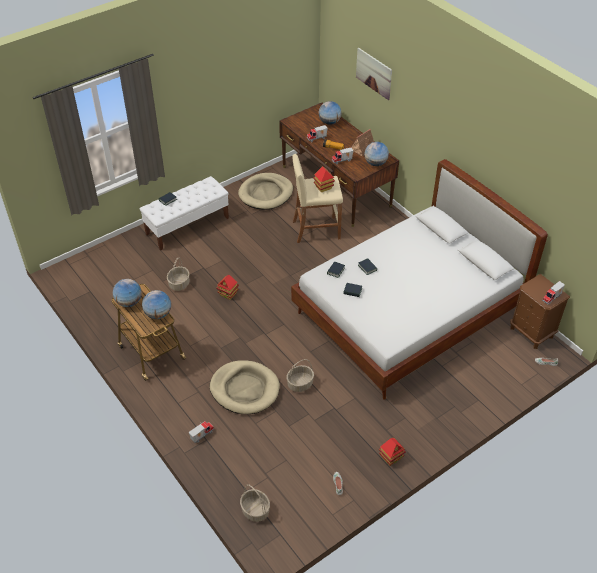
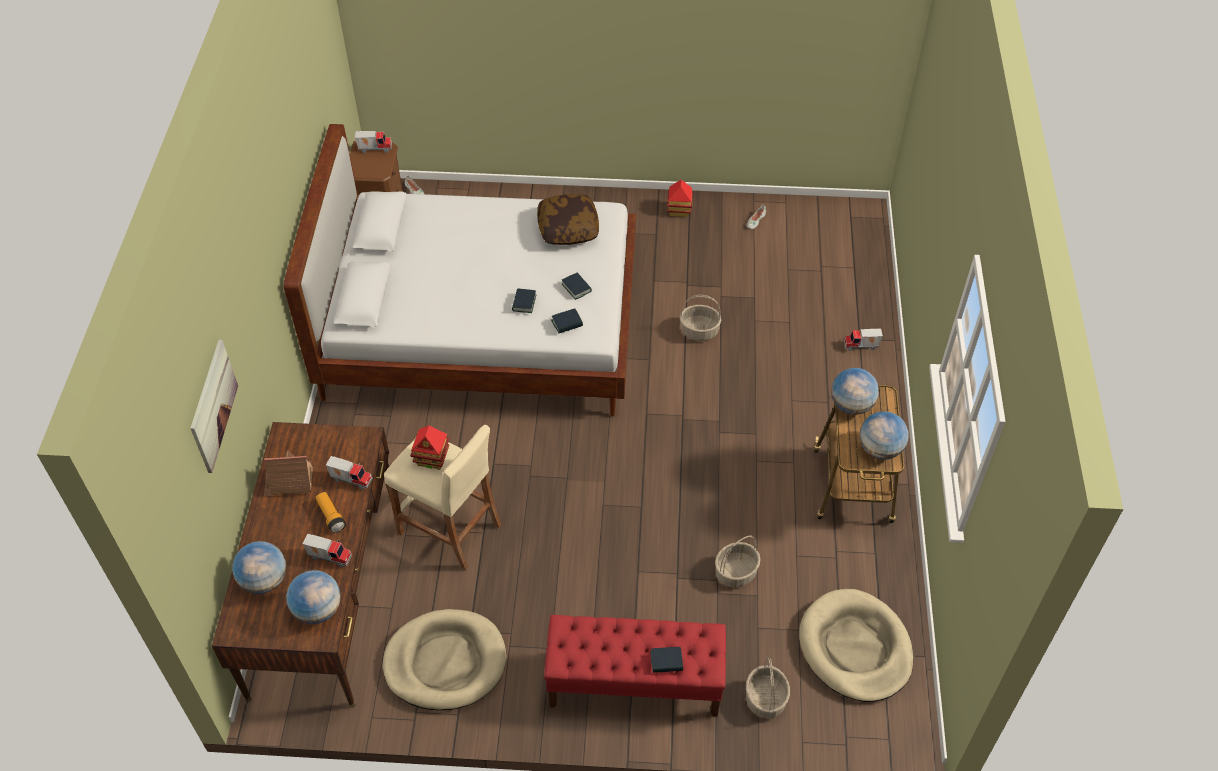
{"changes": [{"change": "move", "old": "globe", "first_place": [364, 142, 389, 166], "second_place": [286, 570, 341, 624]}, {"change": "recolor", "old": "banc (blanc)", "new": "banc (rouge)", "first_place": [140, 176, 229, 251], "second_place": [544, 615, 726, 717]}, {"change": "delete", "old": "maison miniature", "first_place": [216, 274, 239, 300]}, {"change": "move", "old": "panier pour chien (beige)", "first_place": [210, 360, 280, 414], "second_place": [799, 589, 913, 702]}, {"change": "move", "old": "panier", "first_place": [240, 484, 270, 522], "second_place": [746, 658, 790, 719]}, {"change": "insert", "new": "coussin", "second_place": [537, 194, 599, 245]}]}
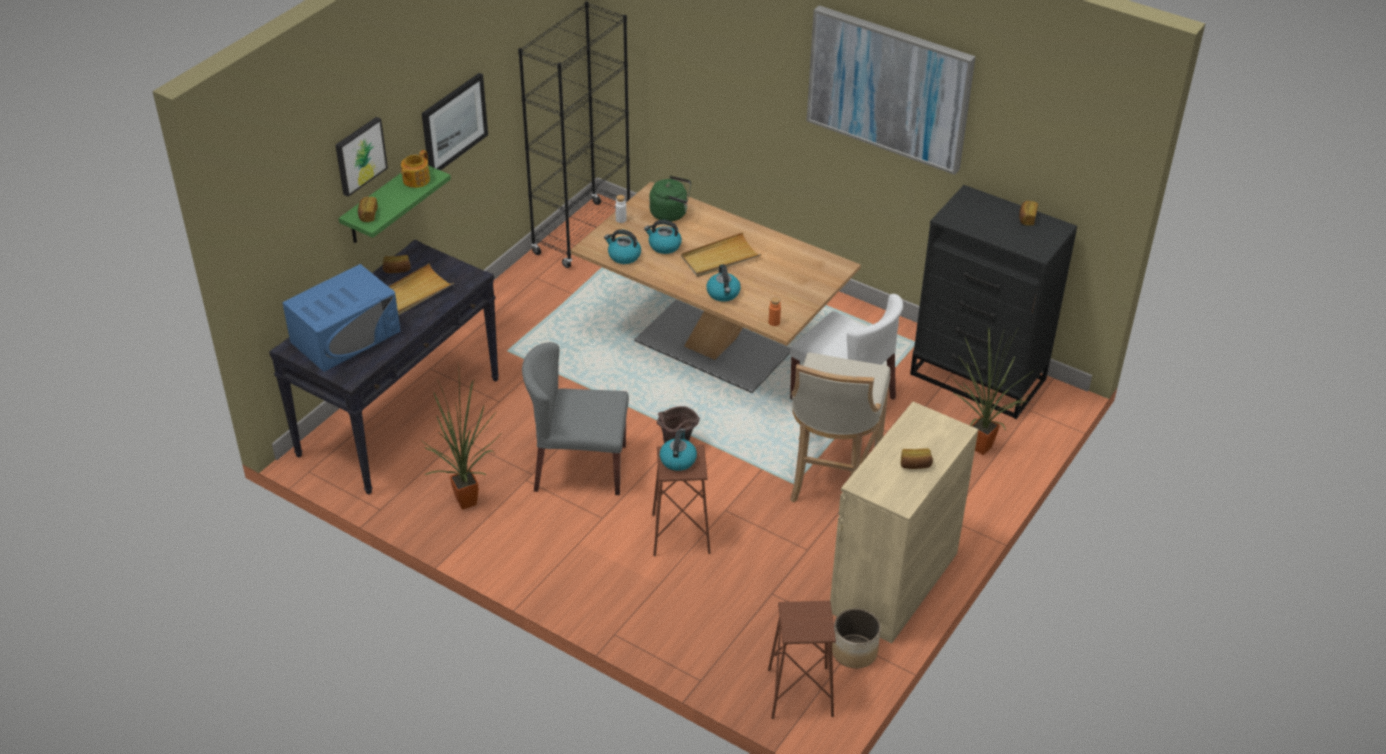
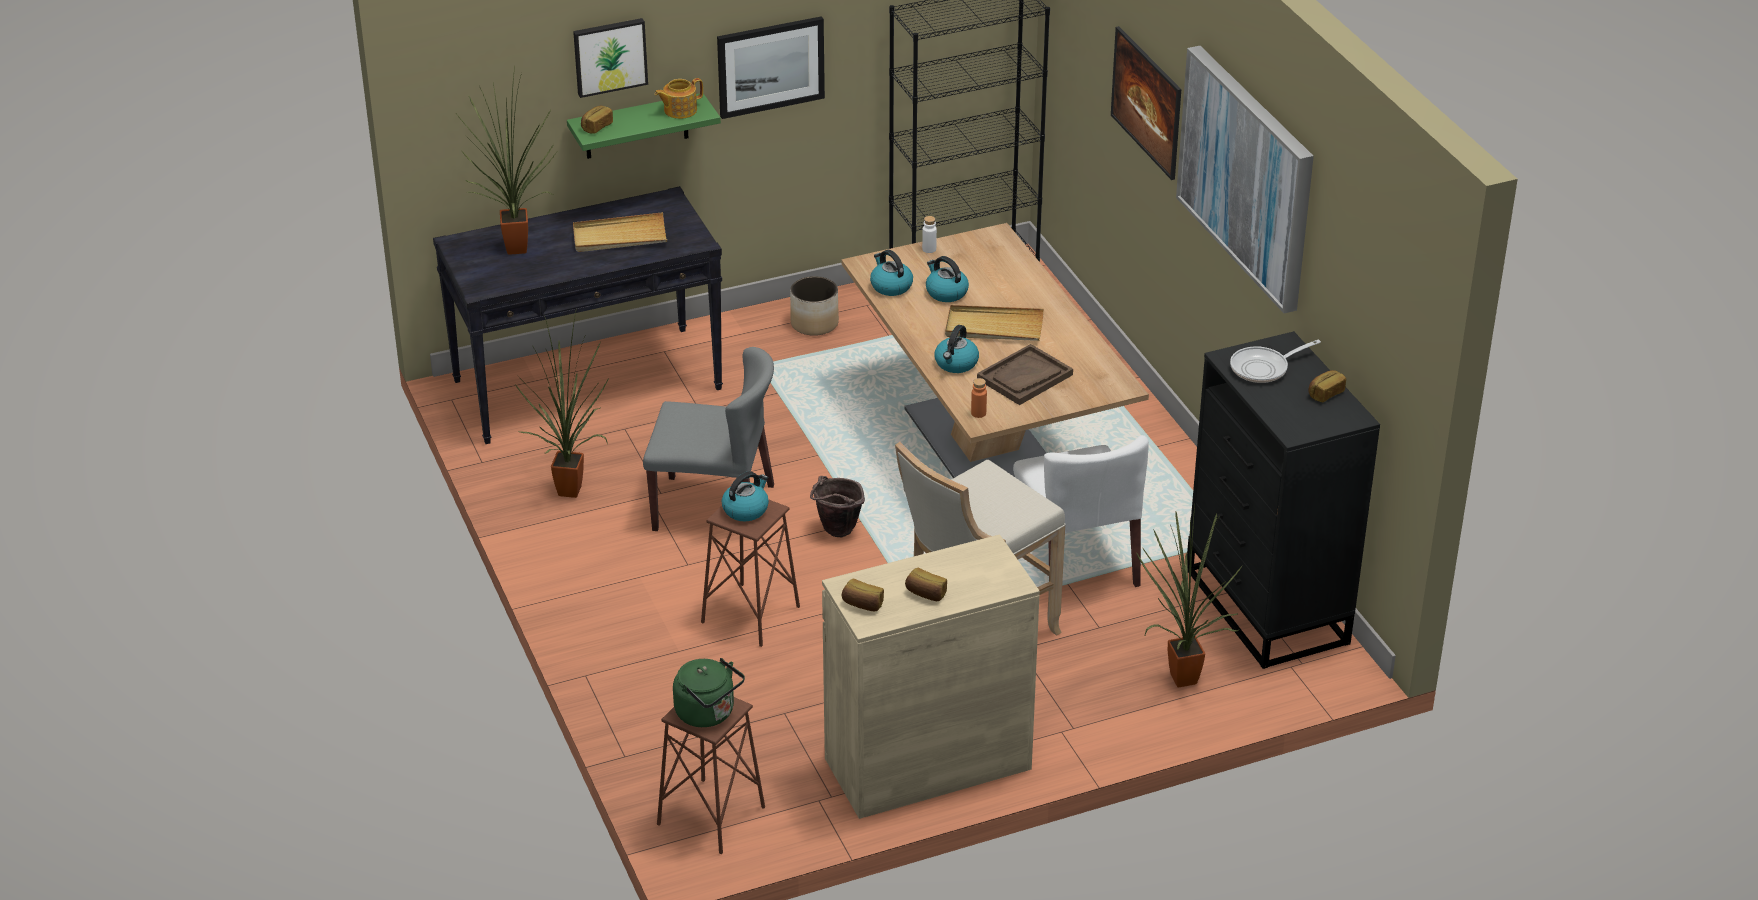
{"changes": [{"change": "move", "old": "bouilloire (vert)", "first_place": [649, 176, 691, 222], "second_place": [673, 658, 745, 727]}, {"change": "move", "old": "pain", "first_place": [383, 255, 411, 273], "second_place": [841, 579, 884, 612]}, {"change": "replace", "old": "micro-ondes (bleu)", "new": "plante en pot", "first_place": [282, 264, 401, 372], "second_place": [457, 67, 557, 255]}, {"change": "rotate", "old": "chaise (gris)", "first_place": [522, 342, 629, 495], "second_place": [643, 347, 774, 541], "degrees": 150}, {"change": "move", "old": "cache-pot", "first_place": [832, 608, 881, 669], "second_place": [790, 276, 839, 336]}, {"change": "insert", "new": "tableau", "second_place": [1111, 26, 1181, 180]}, {"change": "insert", "new": "poêle", "second_place": [1230, 340, 1321, 383]}, {"change": "insert", "new": "plateau (marron)", "second_place": [977, 344, 1073, 405]}]}
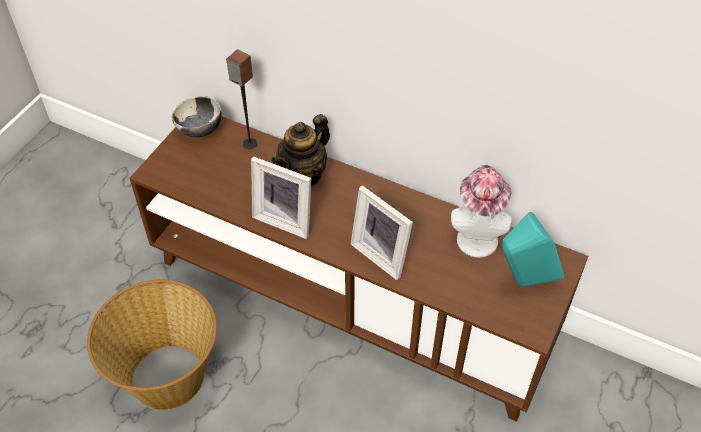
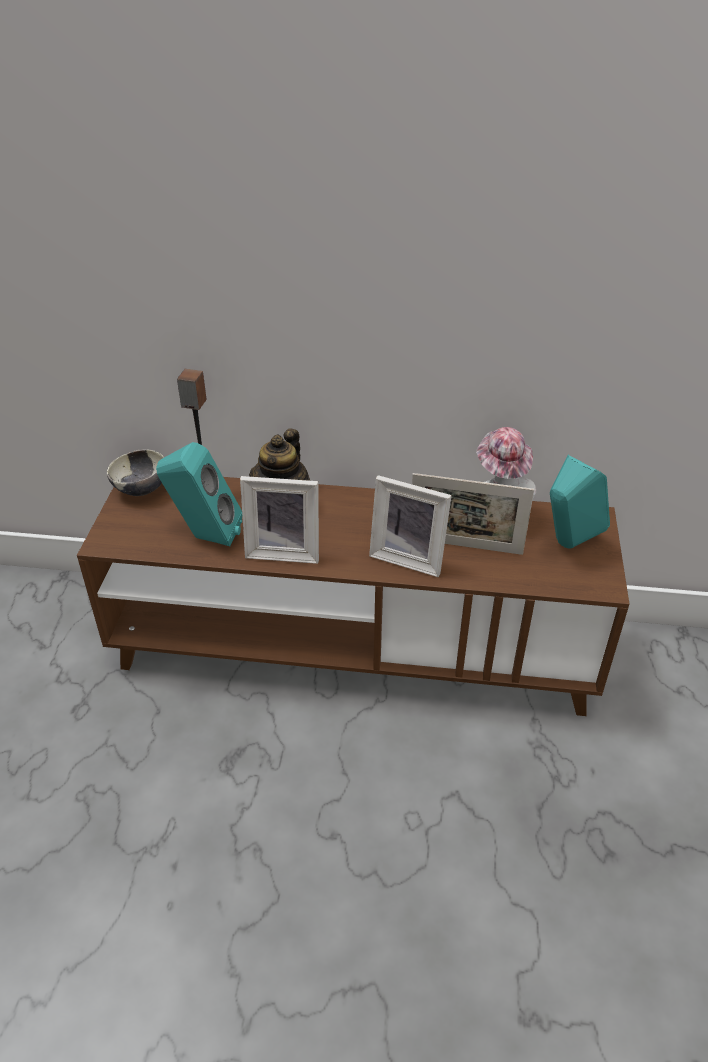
{"changes": [{"change": "delete", "old": "panier", "first_place": [87, 280, 217, 410]}, {"change": "insert", "new": "enceinte (turquoise)", "second_place": [156, 442, 242, 546]}, {"change": "insert", "new": "cadre photo", "second_place": [412, 473, 534, 555]}]}
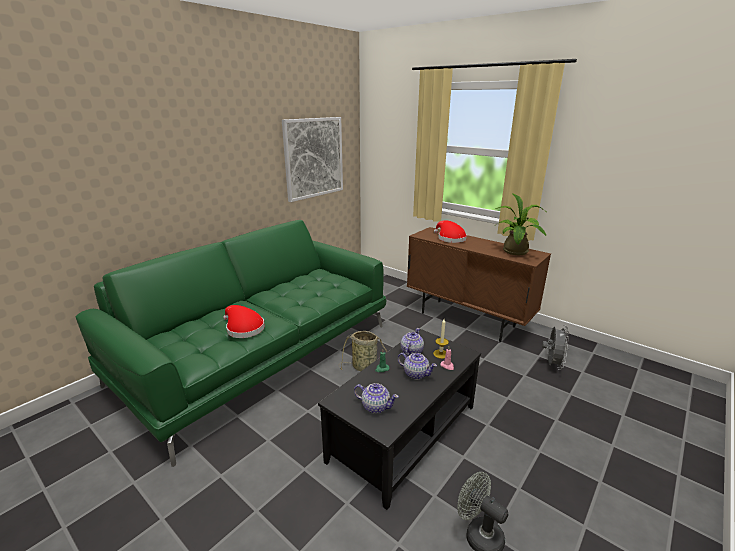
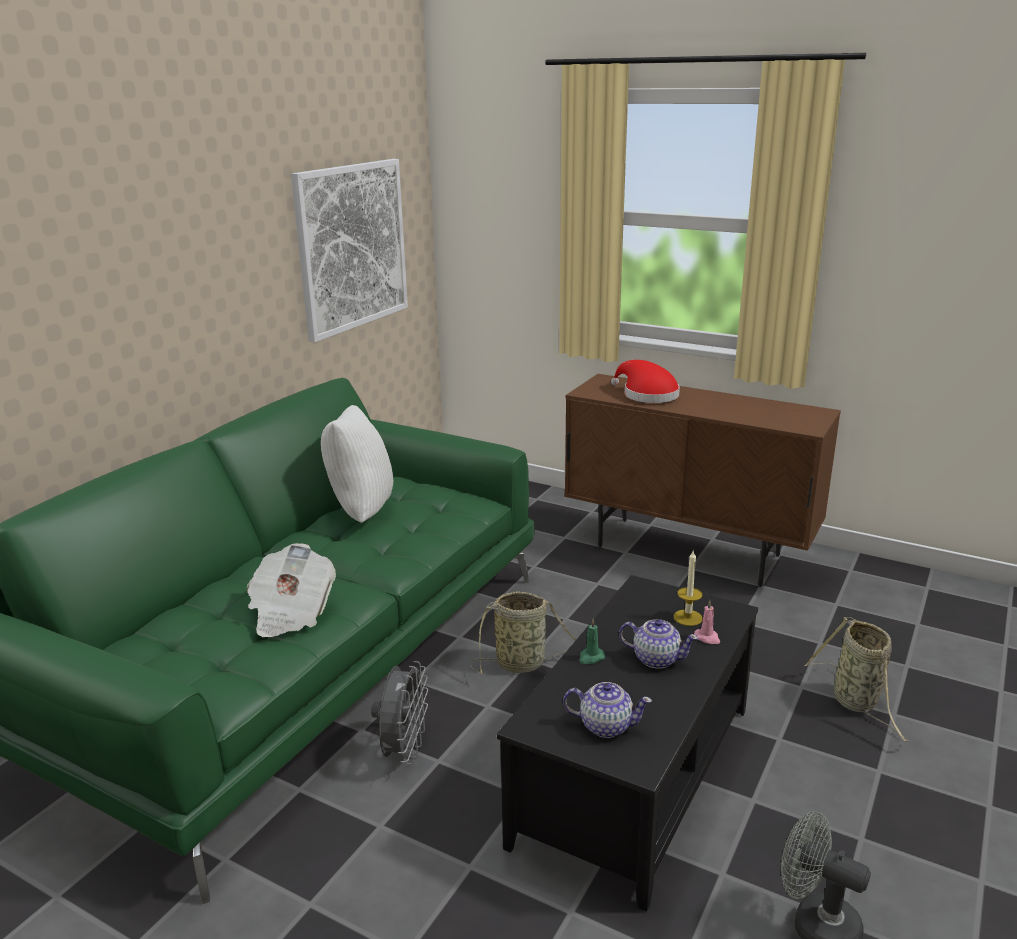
{"changes": [{"change": "delete", "old": "plante en pot", "first_place": [495, 193, 546, 255]}, {"change": "replace", "old": "chapeau (rouge)", "new": "journal", "first_place": [223, 305, 265, 338], "second_place": [247, 543, 336, 637]}, {"change": "move", "old": "ventilateur (gris)", "first_place": [542, 325, 569, 370], "second_place": [371, 661, 428, 764]}, {"change": "delete", "old": "théière", "first_place": [400, 328, 424, 356]}, {"change": "insert", "new": "coussin (blanc)", "second_place": [321, 405, 393, 523]}, {"change": "insert", "new": "panier", "second_place": [805, 617, 909, 742]}]}
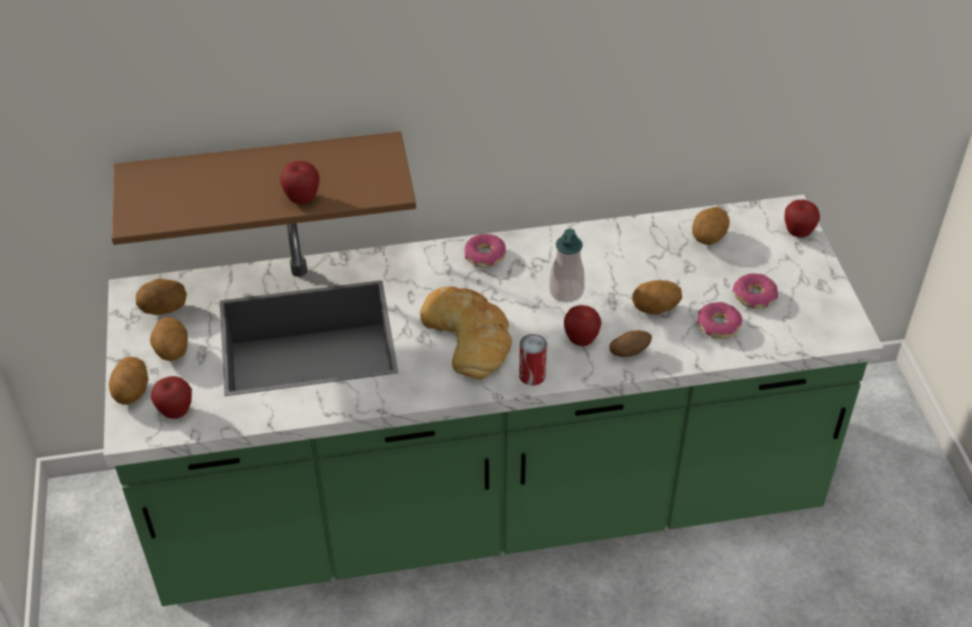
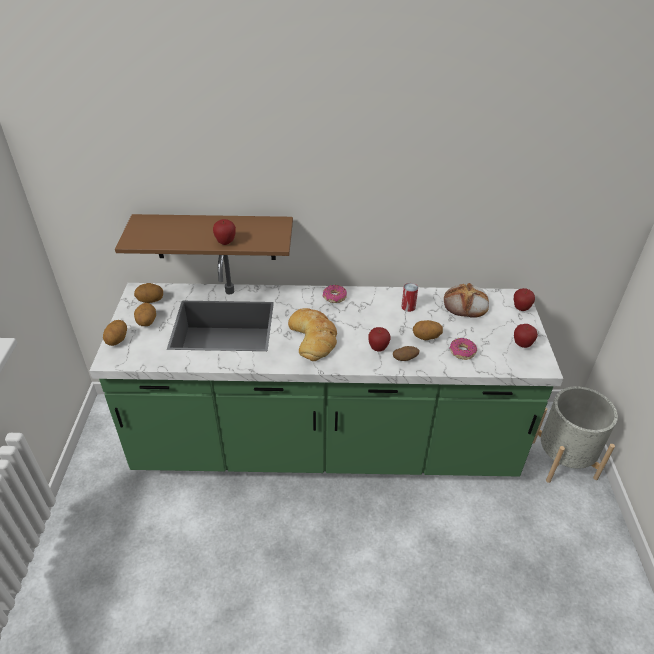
{"changes": [{"change": "replace", "old": "pomme de terre", "new": "pain", "first_place": [692, 207, 730, 245], "second_place": [444, 283, 489, 318]}, {"change": "delete", "old": "distributeur de savon", "first_place": [549, 229, 585, 303]}, {"change": "delete", "old": "beignet", "first_place": [733, 273, 778, 309]}, {"change": "move", "old": "boîte métallique", "first_place": [519, 334, 547, 386], "second_place": [401, 283, 418, 312]}, {"change": "move", "old": "pomme", "first_place": [151, 376, 192, 419], "second_place": [514, 324, 538, 348]}, {"change": "insert", "new": "cache-pot (gris)", "second_place": [533, 386, 618, 483]}]}
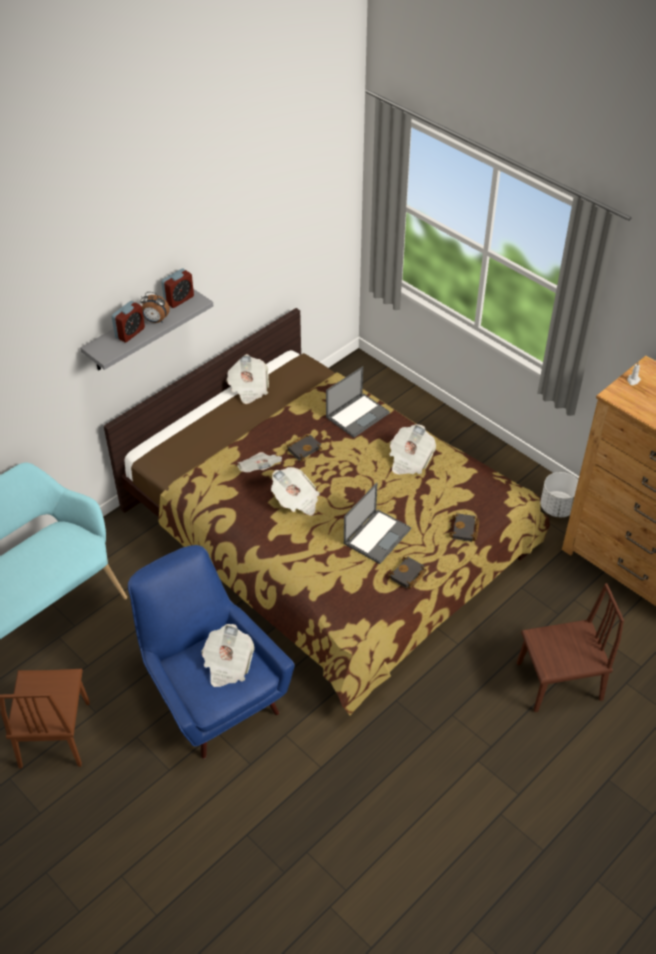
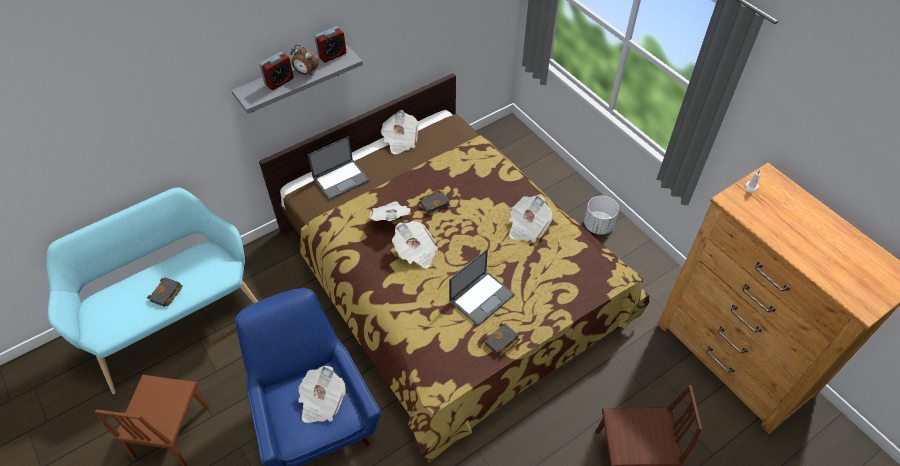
{"changes": [{"change": "move", "old": "ordinateur portable", "first_place": [326, 366, 390, 438], "second_place": [308, 136, 370, 200]}, {"change": "move", "old": "cache-pot (blanc)", "first_place": [541, 472, 578, 517], "second_place": [584, 196, 619, 235]}, {"change": "move", "old": "livre (noir)", "first_place": [449, 513, 479, 542], "second_place": [147, 277, 183, 307]}]}
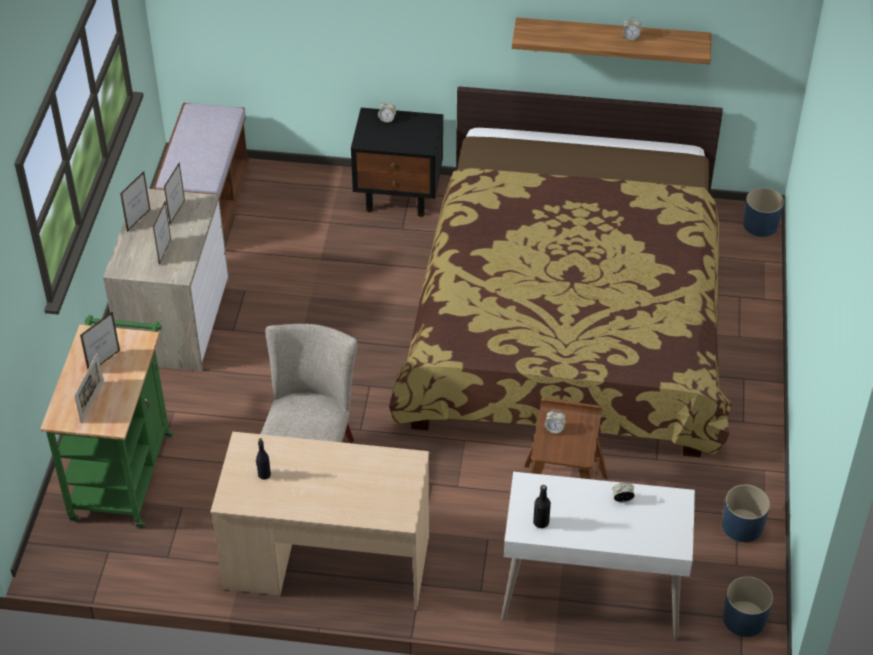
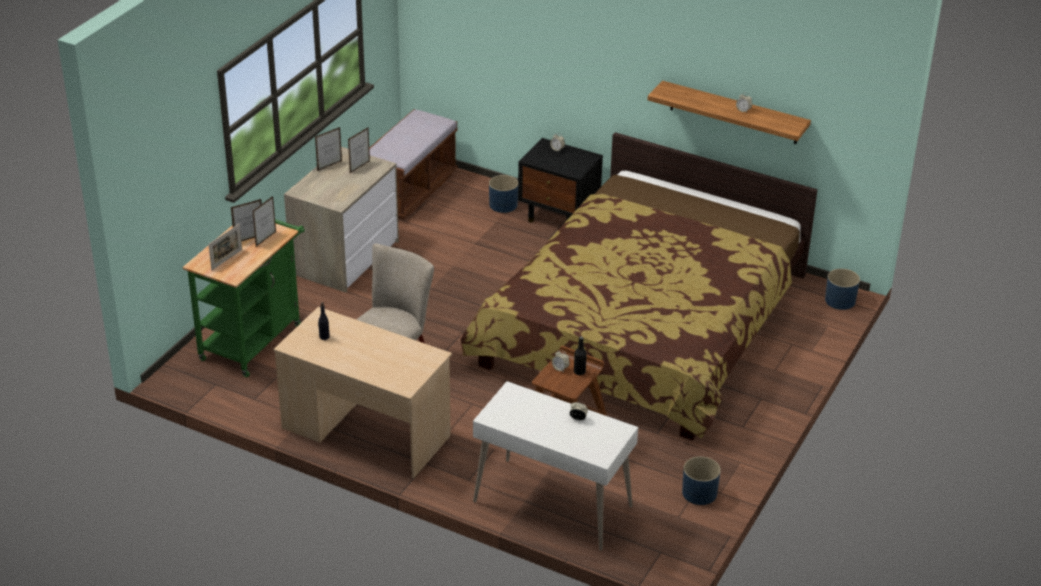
{"changes": [{"change": "move", "old": "cadre photo", "first_place": [153, 202, 171, 265], "second_place": [252, 196, 276, 247]}, {"change": "move", "old": "bouteille (noir)", "first_place": [533, 485, 551, 528], "second_place": [574, 336, 587, 375]}, {"change": "move", "old": "cache-pot (bleu)", "first_place": [723, 576, 773, 637], "second_place": [489, 175, 518, 213]}]}
